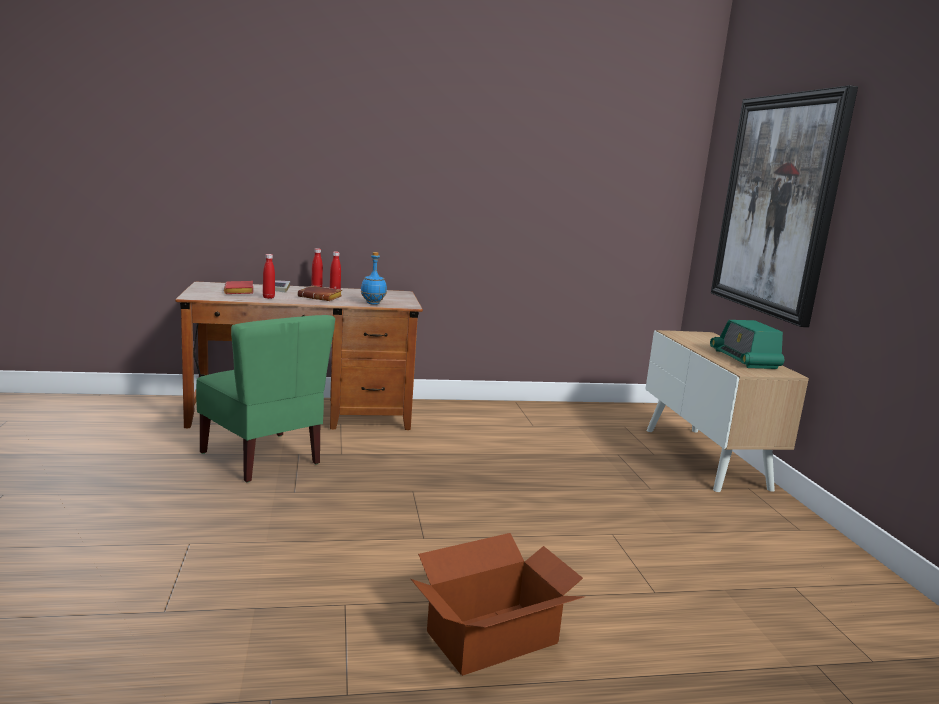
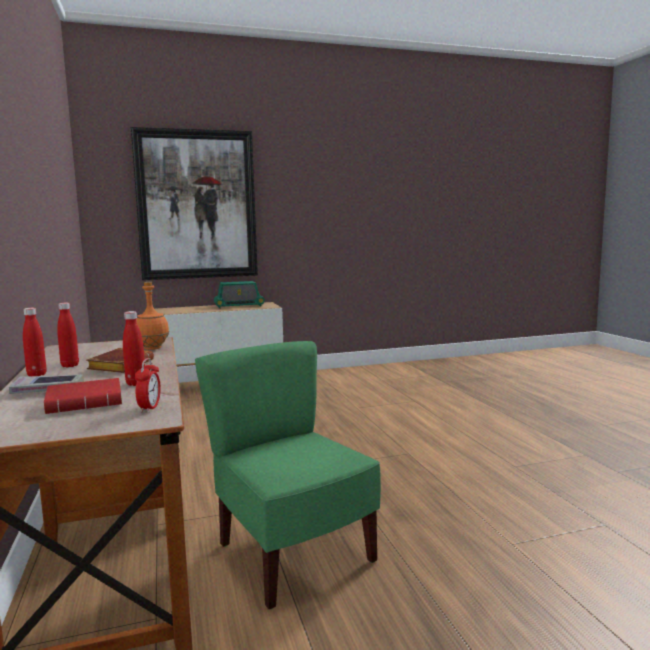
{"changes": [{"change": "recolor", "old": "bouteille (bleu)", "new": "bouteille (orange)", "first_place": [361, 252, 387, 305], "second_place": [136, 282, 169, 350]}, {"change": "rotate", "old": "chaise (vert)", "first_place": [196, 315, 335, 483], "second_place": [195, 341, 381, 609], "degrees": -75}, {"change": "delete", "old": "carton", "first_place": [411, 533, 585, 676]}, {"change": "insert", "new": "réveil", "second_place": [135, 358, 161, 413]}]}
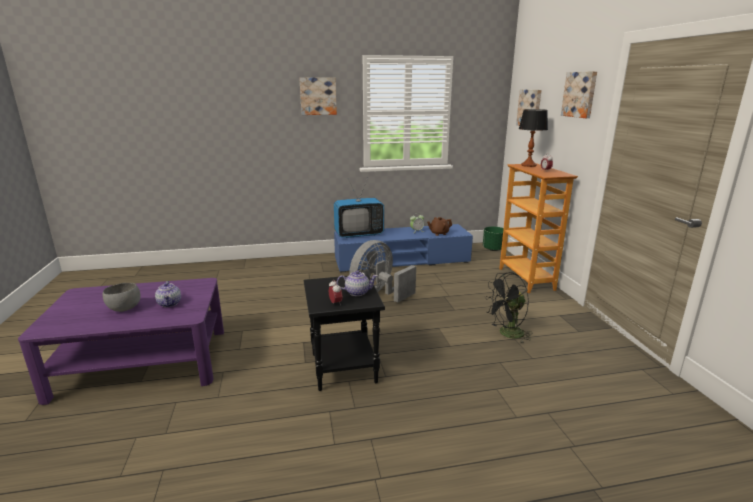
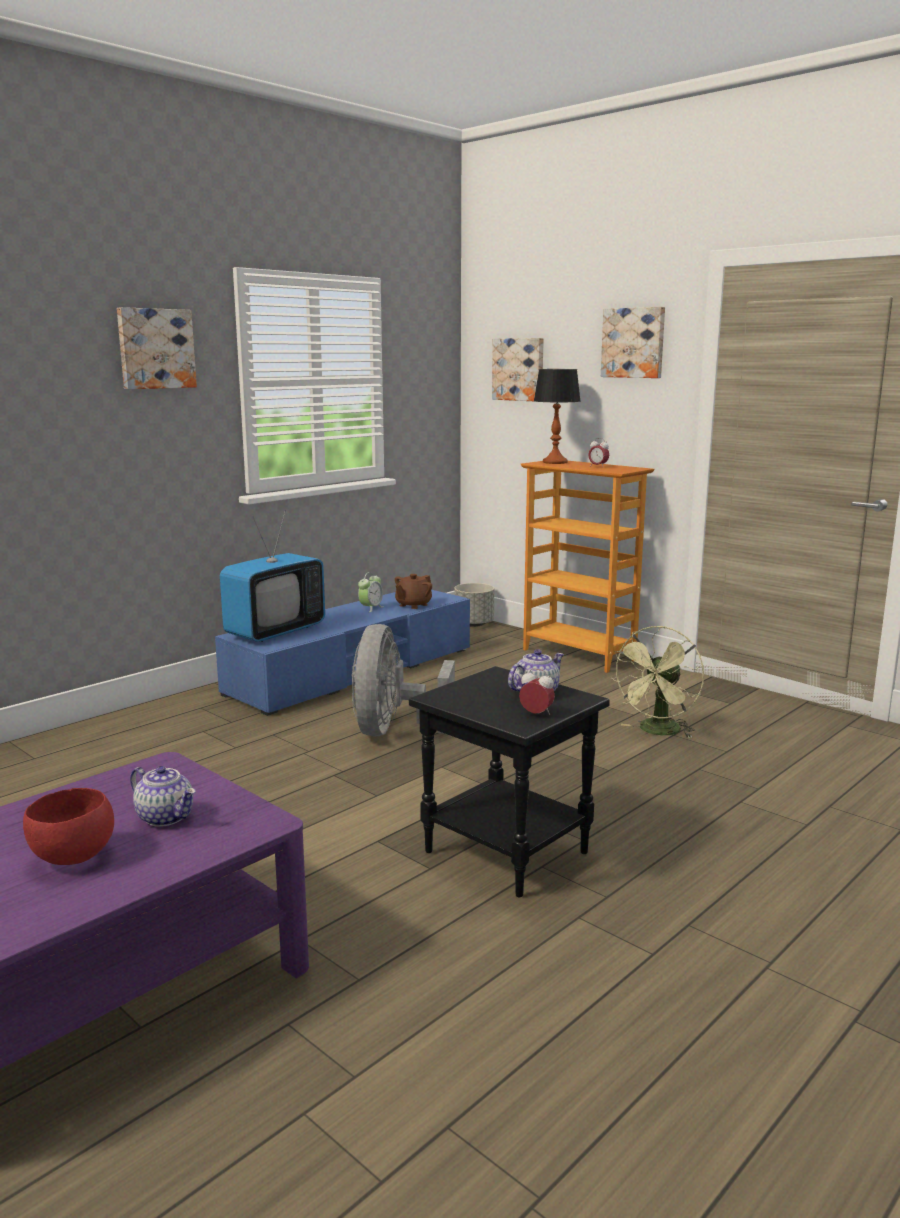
{"changes": [{"change": "recolor", "old": "cache-pot (vert)", "new": "cache-pot (gris)", "first_place": [483, 226, 504, 251], "second_place": [454, 583, 494, 627]}, {"change": "recolor", "old": "ventilateur (noir)", "new": "ventilateur (vert)", "first_place": [485, 272, 531, 344], "second_place": [611, 626, 704, 738]}, {"change": "recolor", "old": "bol (gris)", "new": "bol (rouge)", "first_place": [102, 283, 141, 312], "second_place": [23, 788, 114, 865]}]}
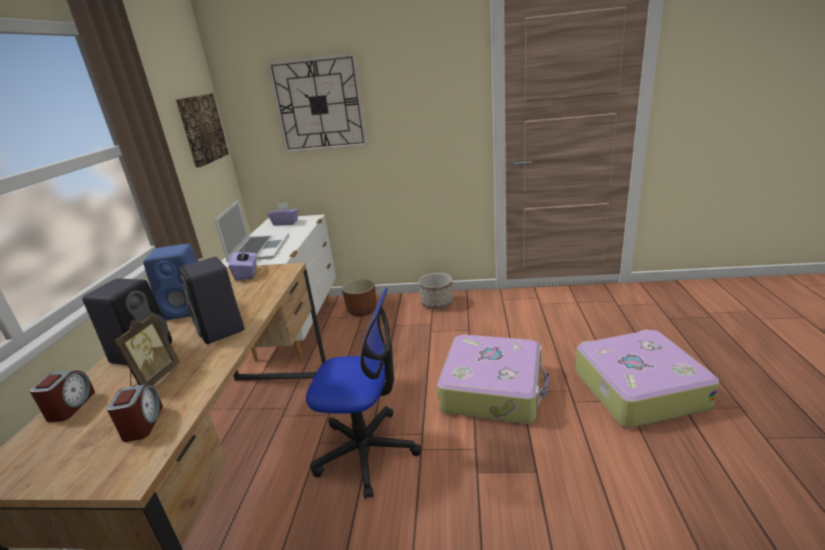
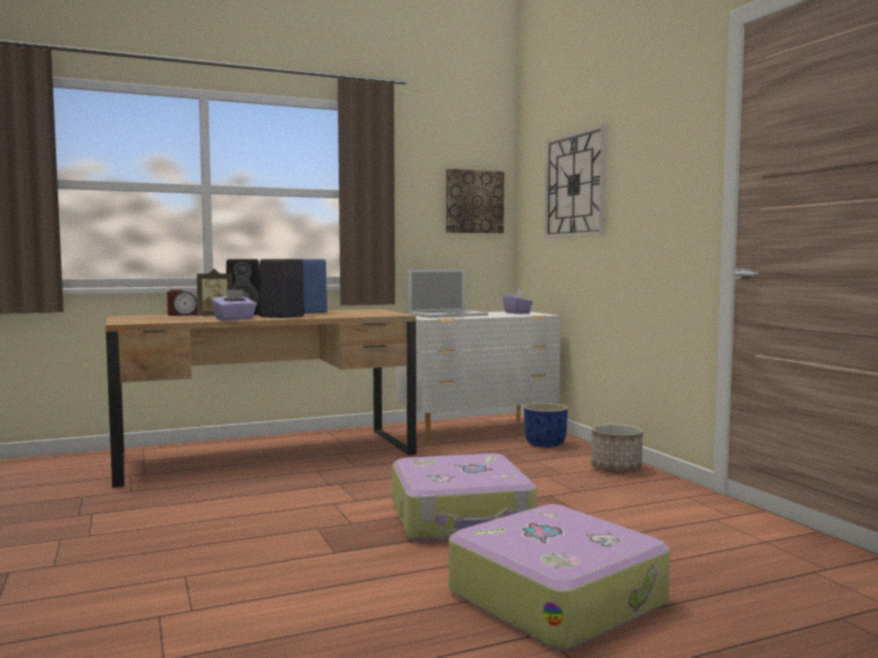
{"changes": [{"change": "move", "old": "boîte à mouchoirs (violet)", "first_place": [229, 245, 257, 281], "second_place": [211, 289, 257, 320]}, {"change": "recolor", "old": "cache-pot (marron)", "new": "cache-pot (bleu)", "first_place": [342, 279, 377, 317], "second_place": [524, 403, 568, 447]}, {"change": "delete", "old": "chaise de bureau", "first_place": [306, 288, 421, 499]}, {"change": "delete", "old": "réveil", "first_place": [107, 384, 163, 442]}]}
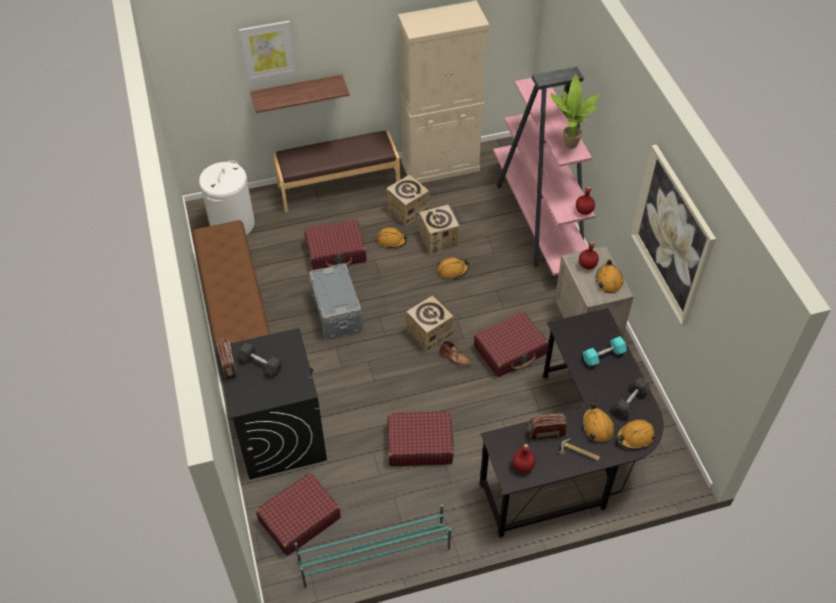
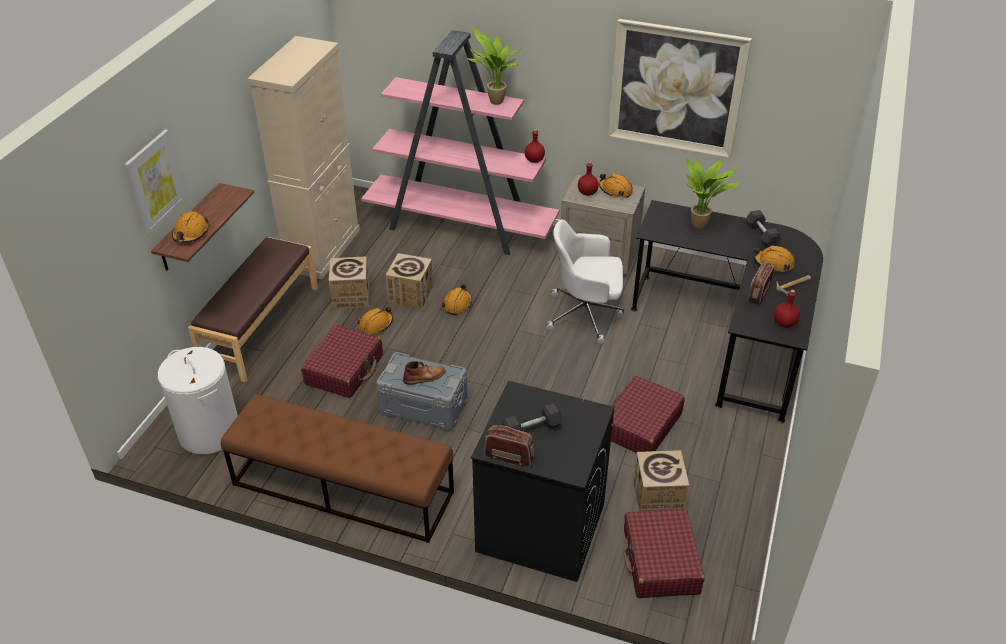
{"changes": [{"change": "move", "old": "carton", "first_place": [406, 295, 454, 352], "second_place": [633, 450, 689, 511]}, {"change": "replace", "old": "valise (rouge)", "new": "chaise de bureau (blanc)", "first_place": [474, 311, 548, 377], "second_place": [547, 220, 624, 344]}, {"change": "replace", "old": "haltère (turquoise)", "new": "plante en pot", "first_place": [583, 337, 627, 367], "second_place": [686, 158, 741, 229]}, {"change": "move", "old": "botte (marron)", "first_place": [439, 340, 472, 367], "second_place": [403, 361, 446, 385]}, {"change": "move", "old": "casque de chantier (orange)", "first_place": [617, 420, 656, 450], "second_place": [172, 211, 209, 243]}, {"change": "delete", "old": "étagère à chaussures (turquoise)", "first_place": [295, 504, 451, 589]}]}
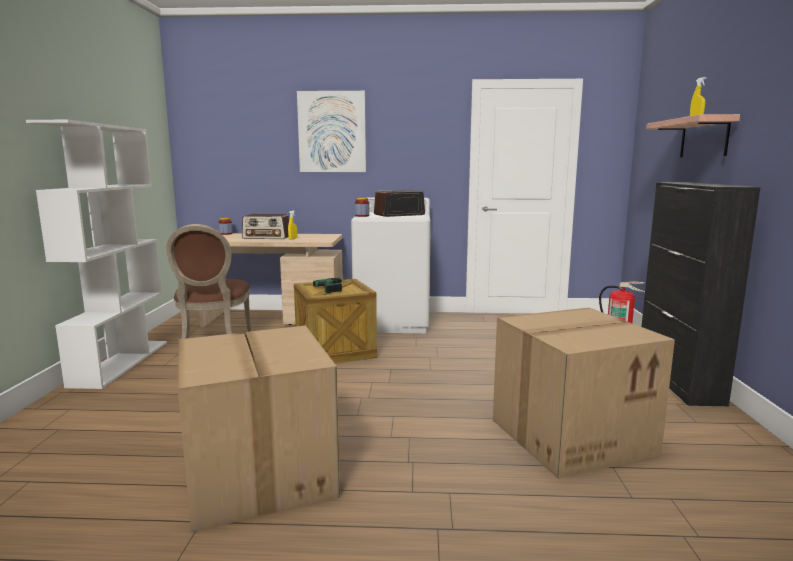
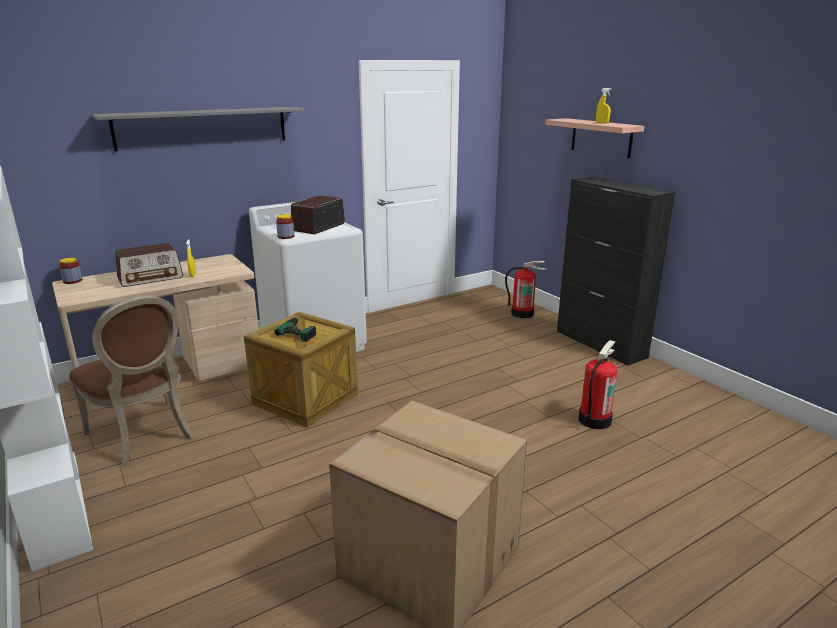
{"changes": [{"change": "replace", "old": "tableau", "new": "étagère (gris)", "first_place": [297, 91, 366, 172], "second_place": [92, 107, 305, 152]}, {"change": "replace", "old": "carton", "new": "extincteur", "first_place": [493, 308, 675, 479], "second_place": [578, 340, 617, 429]}]}
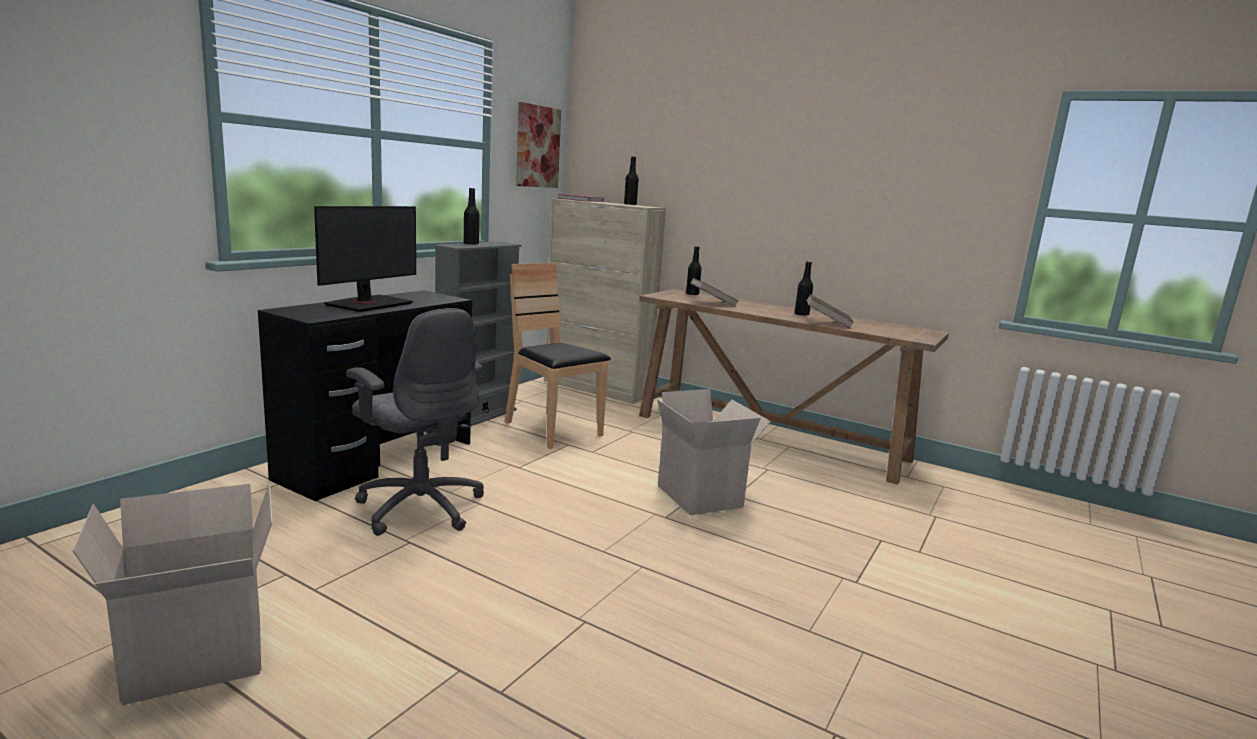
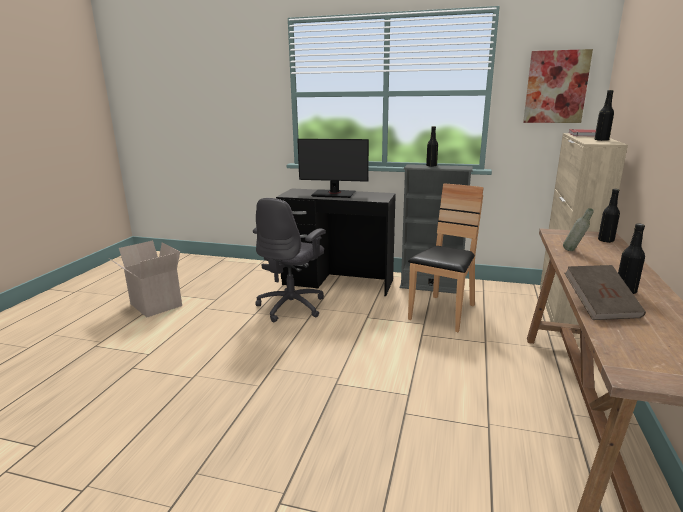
{"changes": [{"change": "replace", "old": "livre (marron)", "new": "bouteille (gris)", "first_place": [690, 278, 738, 307], "second_place": [563, 208, 594, 251]}, {"change": "delete", "old": "carton", "first_place": [657, 389, 771, 516]}]}
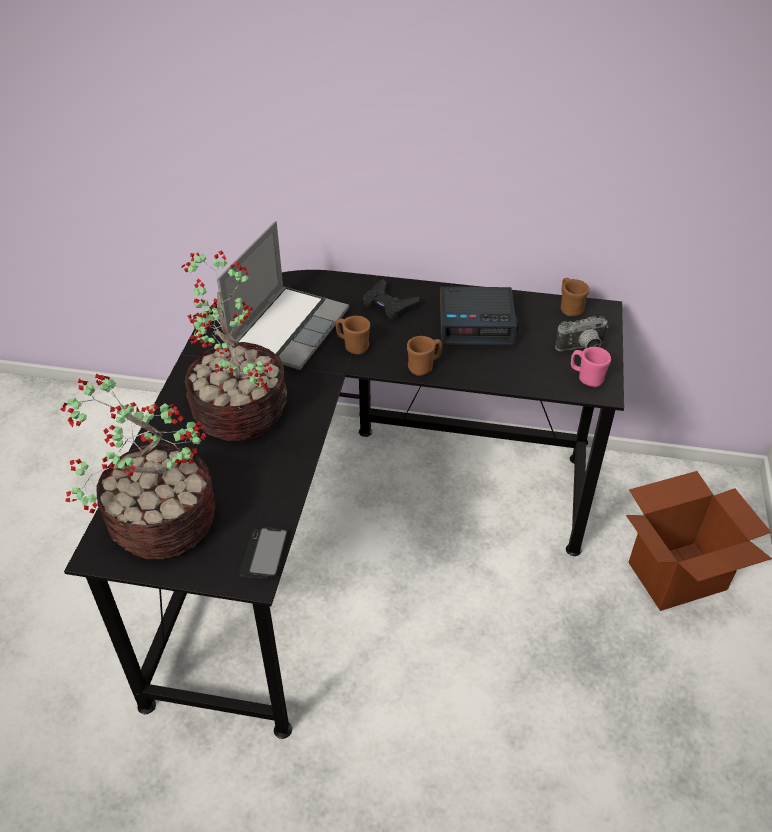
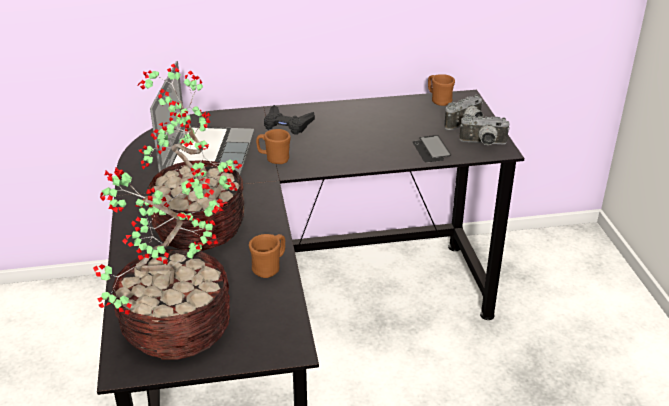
{"changes": [{"change": "delete", "old": "réveil", "first_place": [440, 286, 519, 346]}, {"change": "move", "old": "mug (marron)", "first_place": [407, 336, 443, 376], "second_place": [249, 234, 285, 278]}, {"change": "replace", "old": "mug (rose)", "new": "appareil photo", "first_place": [571, 347, 611, 387], "second_place": [459, 114, 510, 145]}, {"change": "delete", "old": "carton", "first_place": [626, 471, 772, 611]}, {"change": "move", "old": "téléphone", "first_place": [239, 527, 288, 579], "second_place": [413, 135, 451, 162]}]}
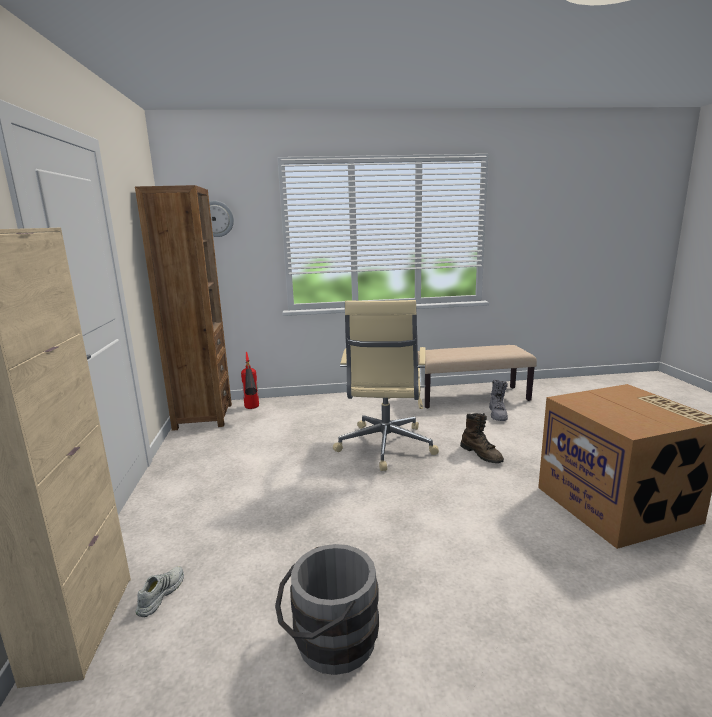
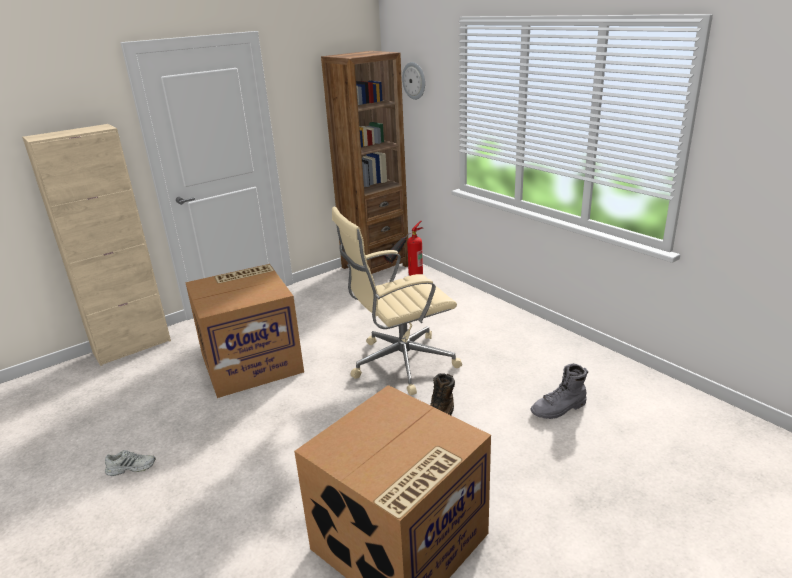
{"changes": [{"change": "delete", "old": "banc (beige)", "first_place": [418, 345, 537, 408]}, {"change": "delete", "old": "seau (gris)", "first_place": [275, 544, 379, 675]}, {"change": "move", "old": "chaussure (blanc)", "first_place": [135, 566, 184, 617], "second_place": [105, 450, 156, 476]}, {"change": "insert", "new": "carton", "second_place": [185, 264, 304, 398]}]}
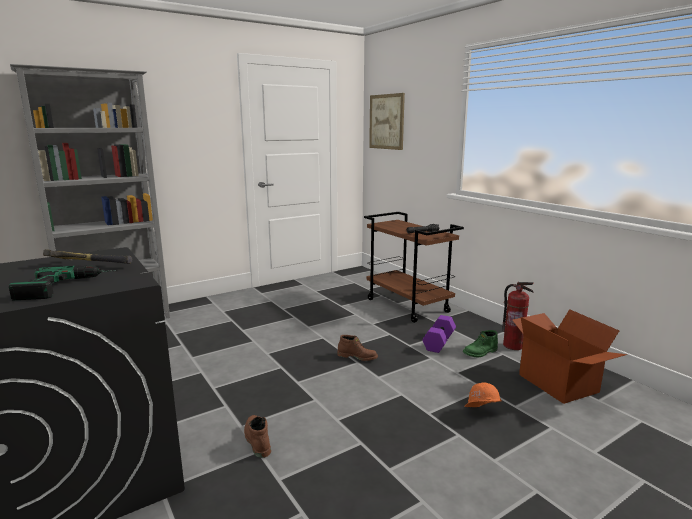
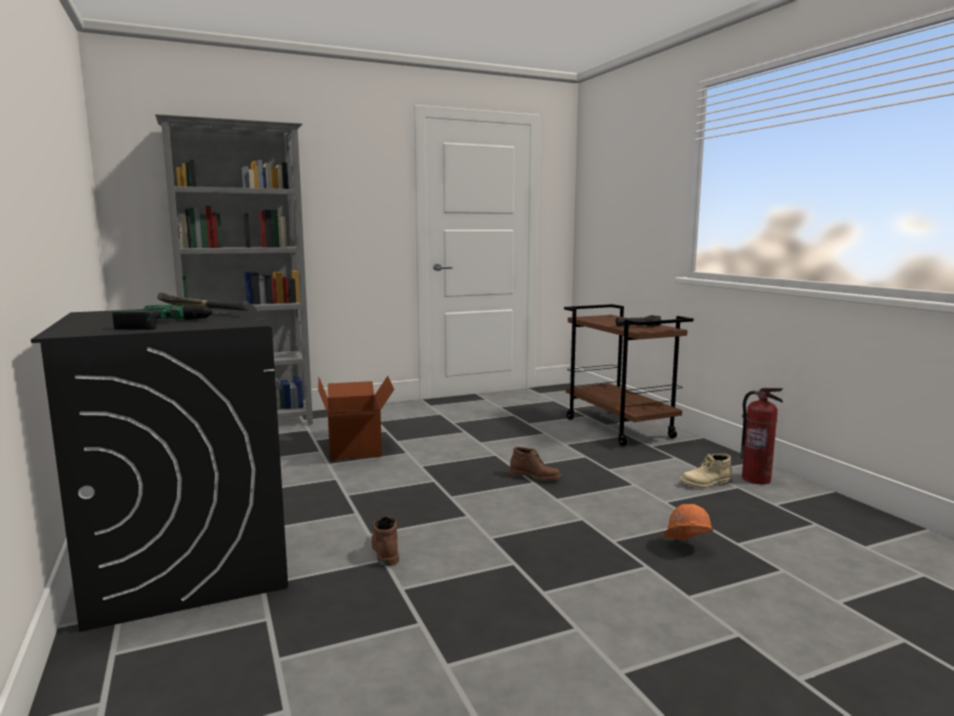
{"changes": [{"change": "delete", "old": "tableau", "first_place": [369, 93, 405, 150]}, {"change": "move", "old": "carton", "first_place": [512, 309, 627, 404], "second_place": [318, 376, 394, 461]}, {"change": "delete", "old": "haltère (violet)", "first_place": [422, 315, 456, 353]}, {"change": "recolor", "old": "botte (vert)", "new": "botte (beige)", "first_place": [463, 330, 498, 357], "second_place": [680, 453, 732, 488]}]}
